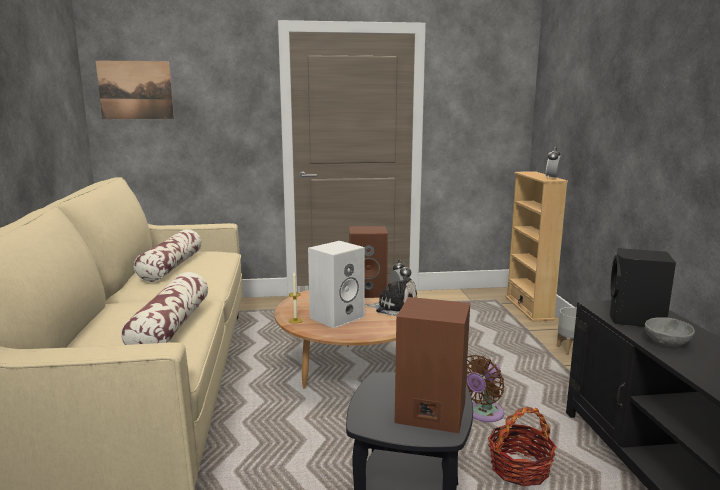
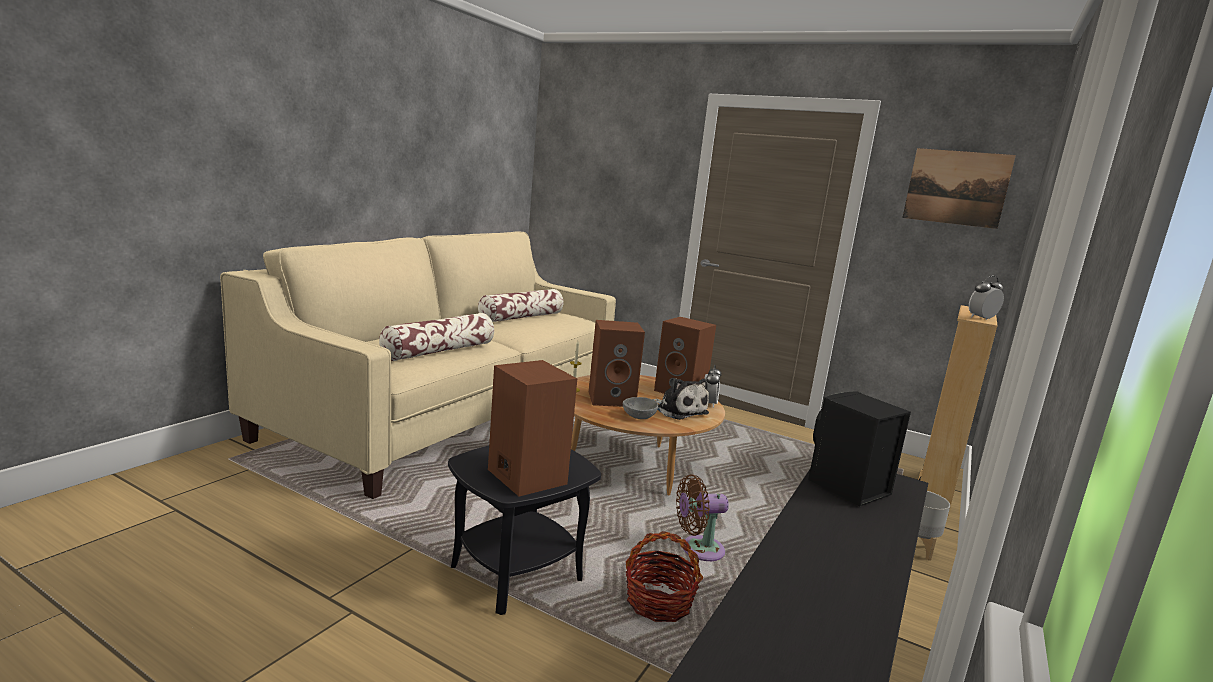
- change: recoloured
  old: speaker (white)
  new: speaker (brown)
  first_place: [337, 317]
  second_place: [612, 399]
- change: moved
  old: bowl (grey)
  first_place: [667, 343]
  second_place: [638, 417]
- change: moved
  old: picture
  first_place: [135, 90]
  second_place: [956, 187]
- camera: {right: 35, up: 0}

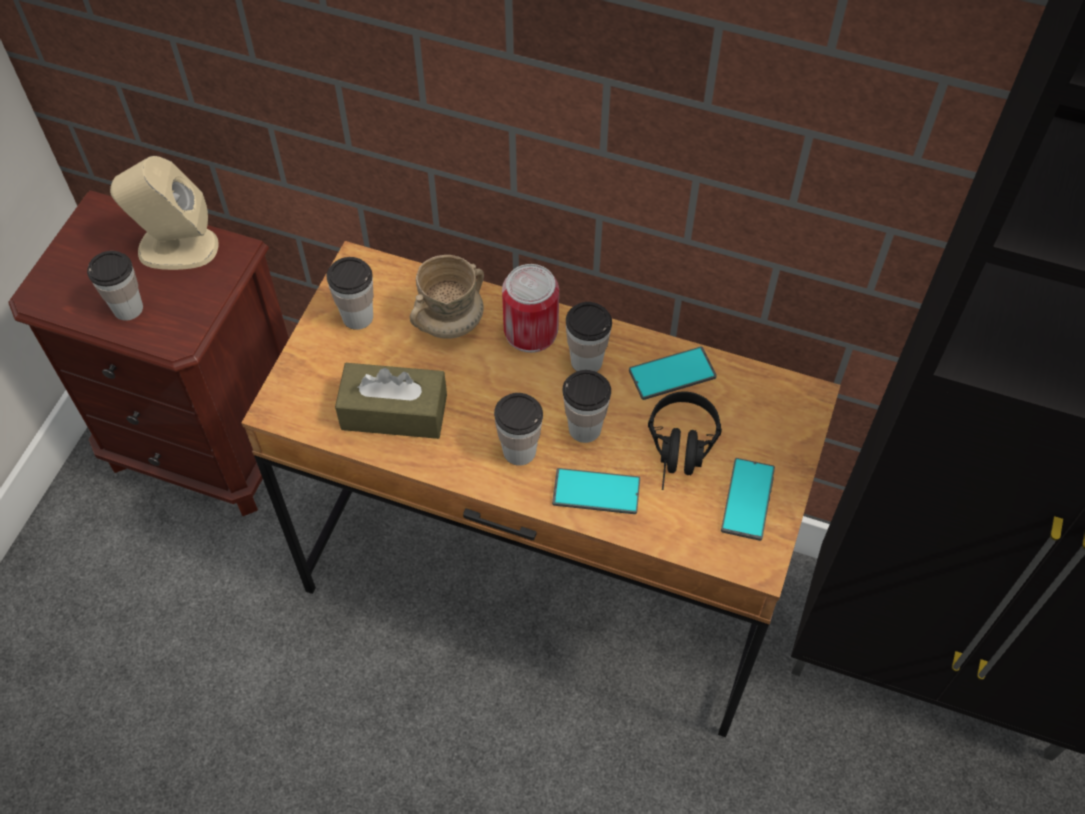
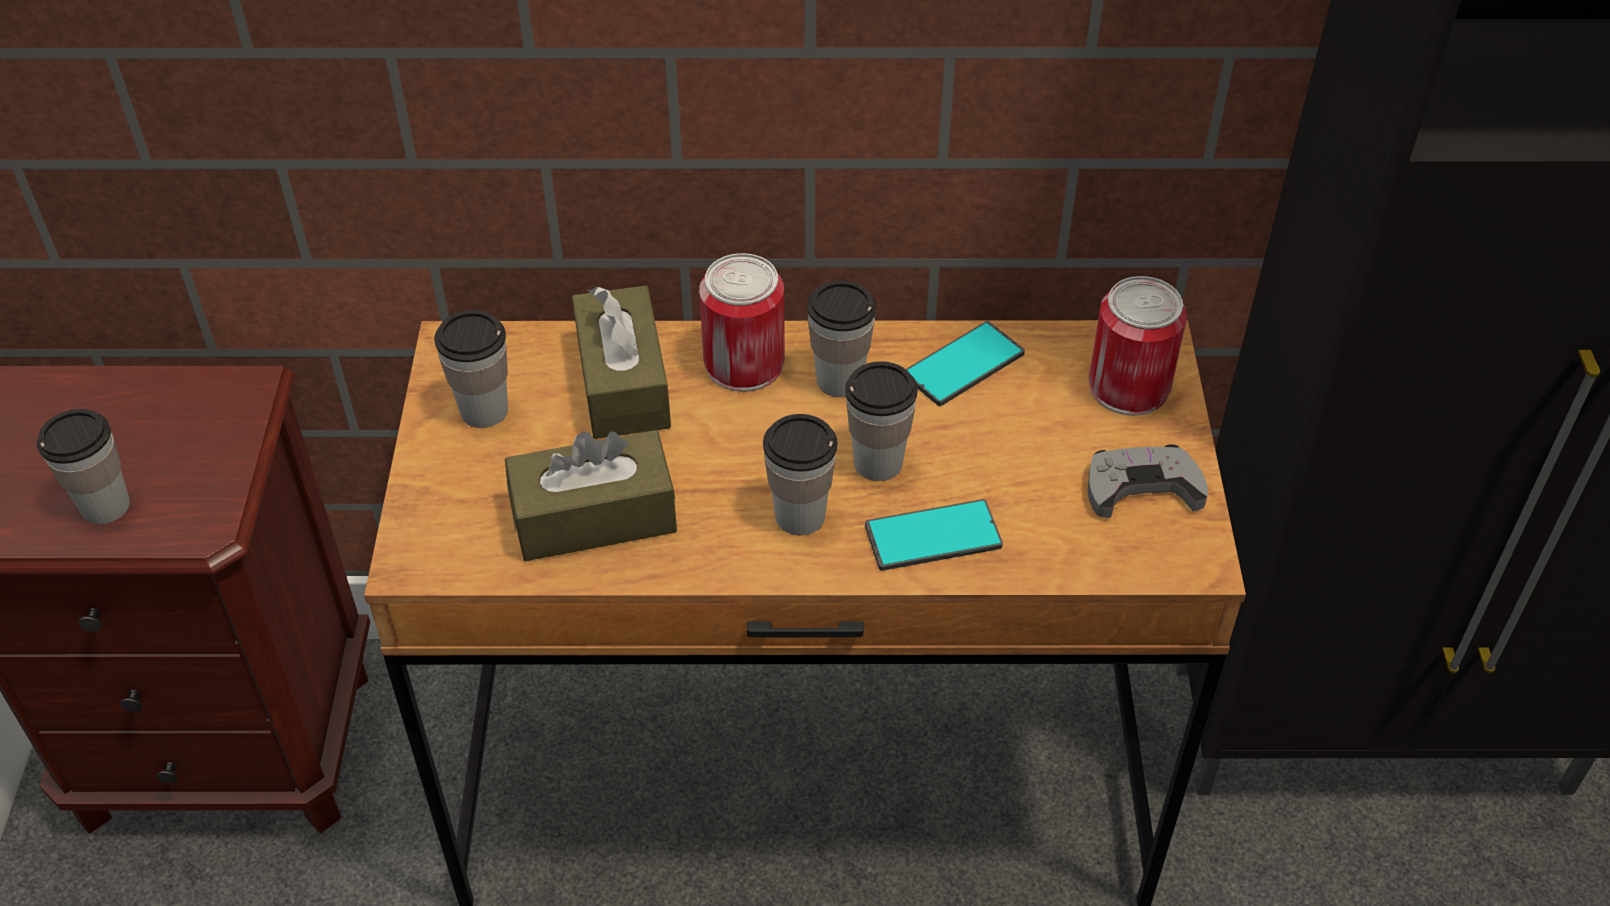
- change: replaced
  old: mug (beige)
  new: tissue box (brown)
  first_place: [449, 322]
  second_place: [623, 383]
- change: replaced
  old: phone
  new: game controller (grey)
  first_place: [748, 499]
  second_place: [1142, 487]
- change: added
  new: can
  second_place: [1128, 387]
- change: removed
  old: speaker (beige)
  first_place: [176, 247]
- change: removed
  old: headphones (black)
  first_place: [681, 452]
- camera: {right: -20, up: -10}

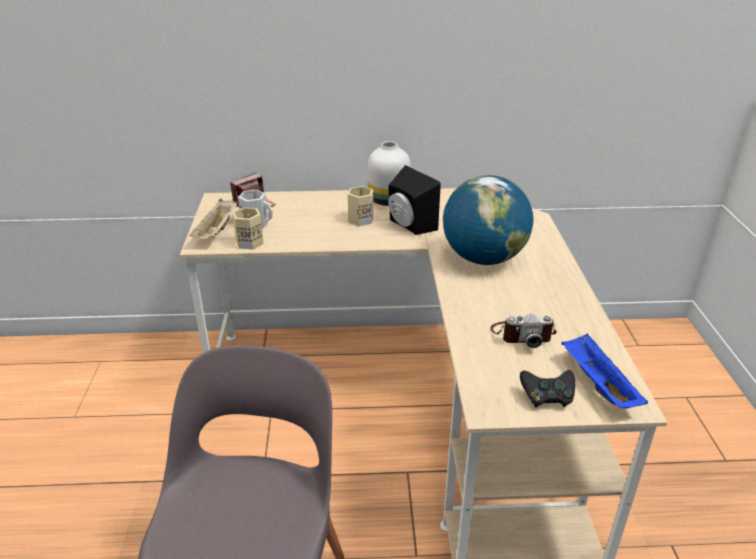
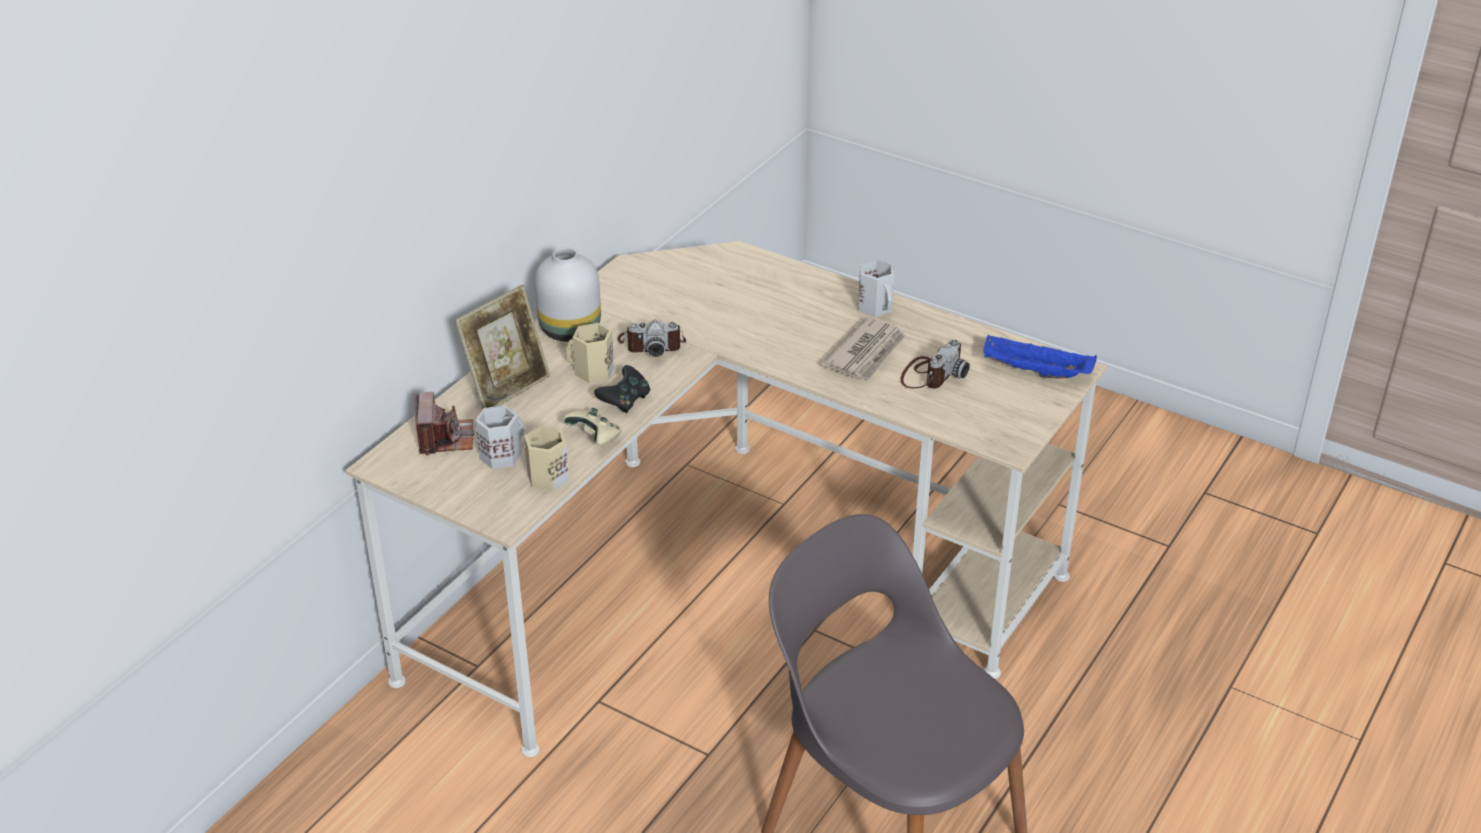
- change: added
  new: picture frame
  second_place: [507, 388]
- change: added
  new: game controller (beige)
  second_place: [595, 438]
- change: moved
  old: game controller (black)
  first_place: [546, 398]
  second_place: [624, 401]
- change: replaced
  old: speaker (black)
  new: photo camera
  first_place: [409, 225]
  second_place: [652, 343]
- change: added
  new: newspaper
  second_place: [866, 353]
- change: added
  new: mug (white)
  second_place: [876, 306]
- change: removed
  old: tray (beige)
  first_place: [217, 232]
- change: removed
  old: globe
  first_place: [483, 258]
- camera: {right: -55, up: 5}

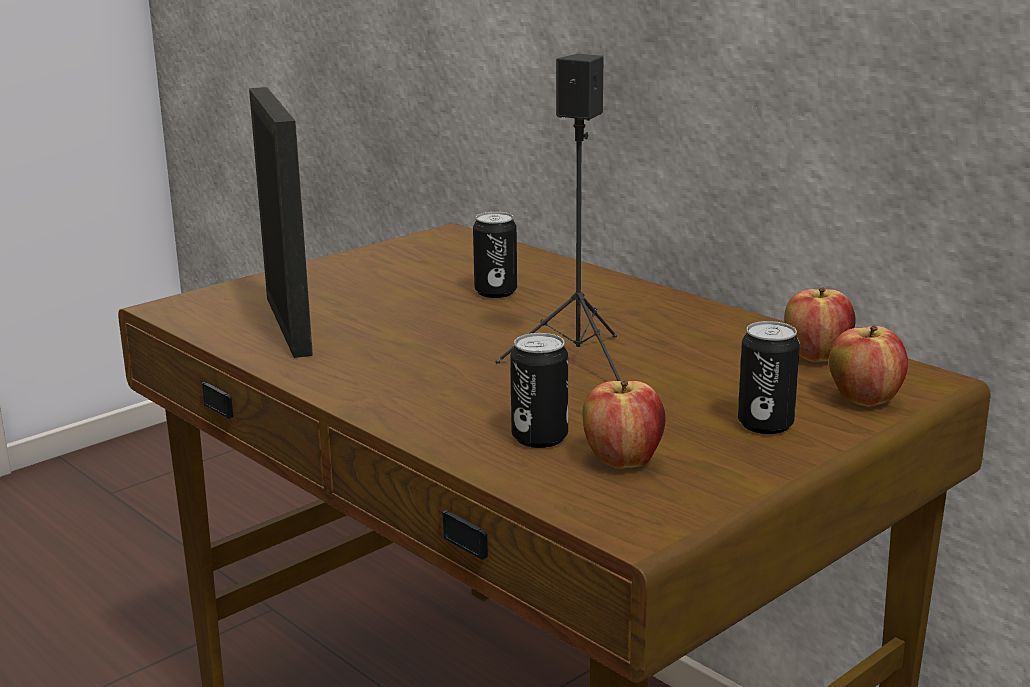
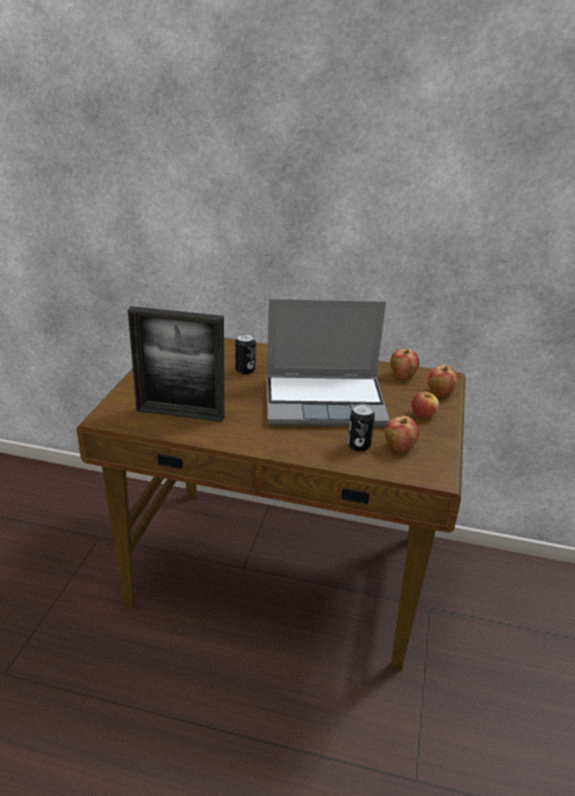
- change: turned
  old: picture frame
  first_place: [288, 325]
  second_place: [180, 414]
  degrees: 150
- change: replaced
  old: speaker (black)
  new: laptop
  first_place: [579, 362]
  second_place: [326, 402]
- change: replaced
  old: can
  new: apple
  first_place: [765, 424]
  second_place: [423, 414]
- camera: {right: -35, up: 10}

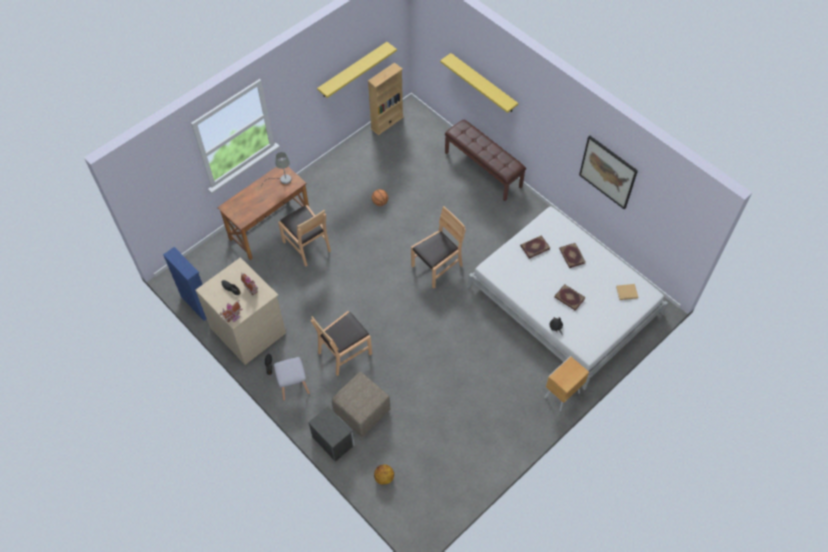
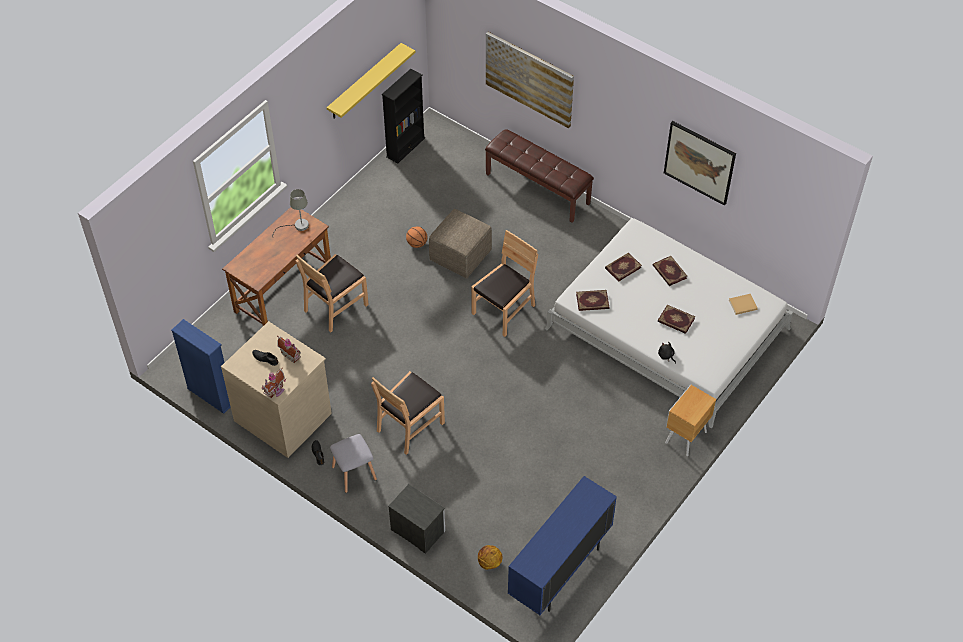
- change: turned
  old: chair (brown)
  first_place: [307, 245]
  second_place: [335, 307]
  degrees: 90
- change: recoloured
  old: bookcase (beige)
  new: bookcase (black)
  first_place: [387, 123]
  second_place: [405, 147]
- change: moved
  old: ottoman (beige)
  first_place: [362, 412]
  second_place: [460, 257]
- change: replaced
  old: shelf (yellow)
  new: picture
  first_place: [483, 83]
  second_place: [529, 79]
- change: added
  new: cabinet (blue)
  second_place: [559, 571]
- change: added
  new: book
  second_place: [592, 302]
- camera: {right: -10, up: -5}

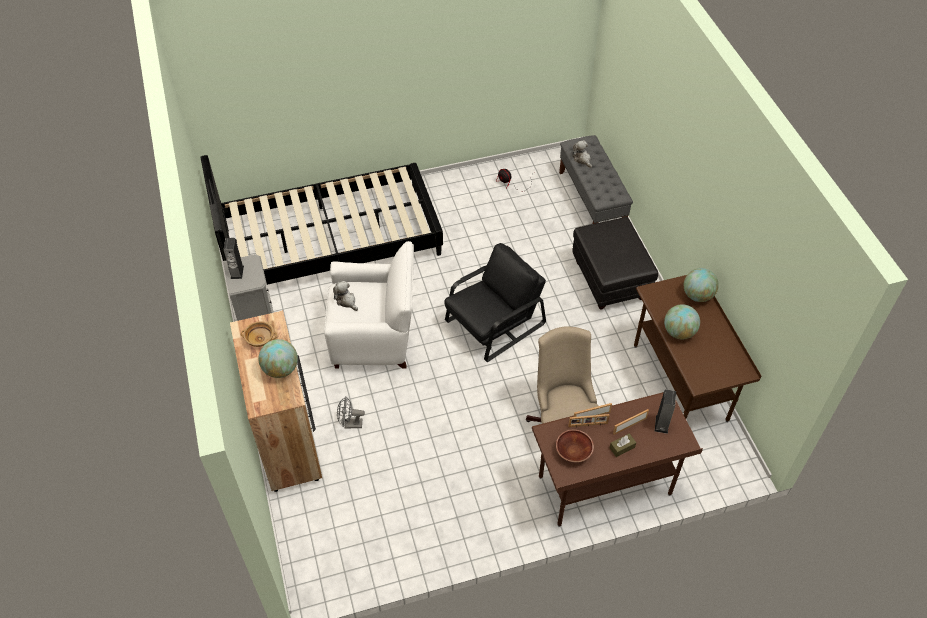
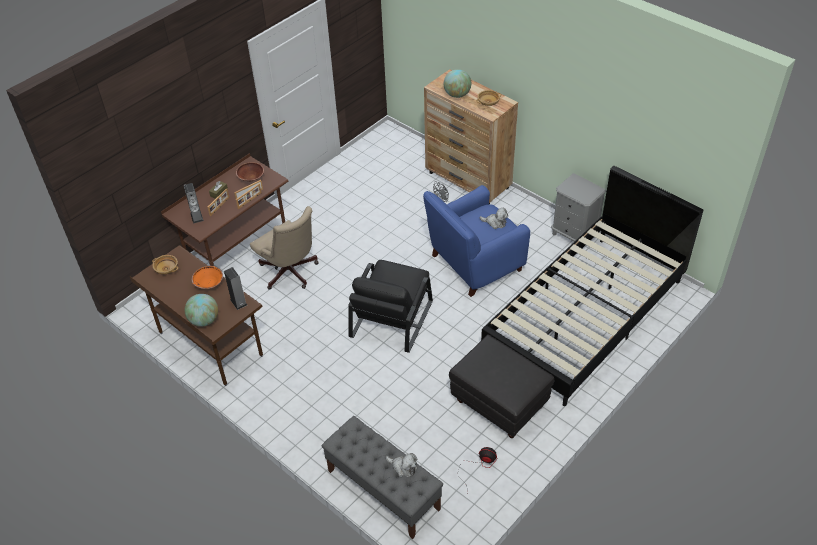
- change: added
  new: bowl (beige)
  second_place: [167, 269]
- change: replaced
  old: globe
  new: bowl (orange)
  first_place: [679, 332]
  second_place: [208, 283]
- change: moved
  old: speaker
  first_place: [237, 272]
  second_place: [238, 302]
- change: recoloured
  old: armchair (white)
  new: armchair (blue)
  first_place: [375, 337]
  second_place: [474, 263]
- change: moved
  old: ottoman (black)
  first_place: [609, 280]
  second_place: [499, 403]
- camera: {right: 150, up: -5}

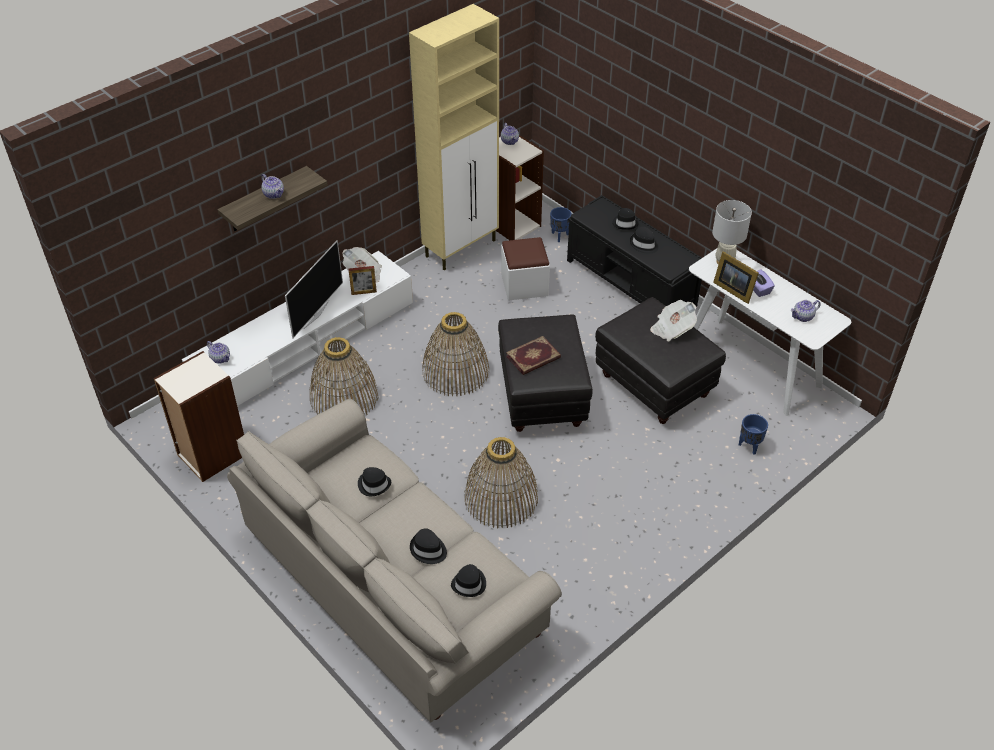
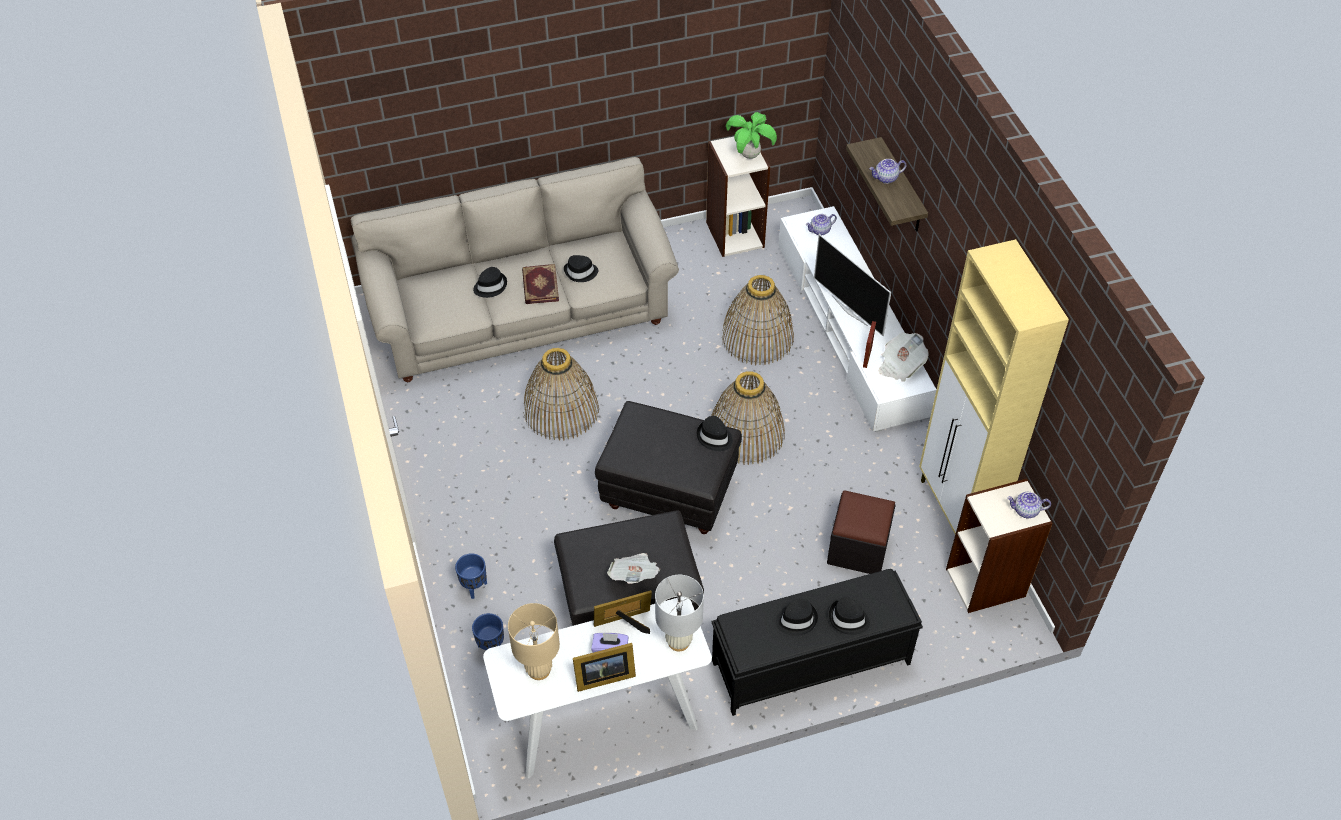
- change: moved
  old: planter (blue)
  first_place: [559, 236]
  second_place: [475, 587]
- change: replaced
  old: teapot
  new: table lamp (beige)
  first_place: [803, 317]
  second_place: [538, 670]
- change: moved
  old: book
  first_place: [533, 358]
  second_place: [539, 286]
- change: added
  new: picture frame
  second_place: [602, 677]
- change: moved
  old: hat (black)
  first_place: [469, 584]
  second_place: [714, 437]
- change: added
  new: potted plant
  second_place: [750, 155]
- change: recoloured
  old: ottoman (white)
  new: ottoman (black)
  first_place: [524, 285]
  second_place: [858, 548]
- camera: {right: 115, up: 5}

